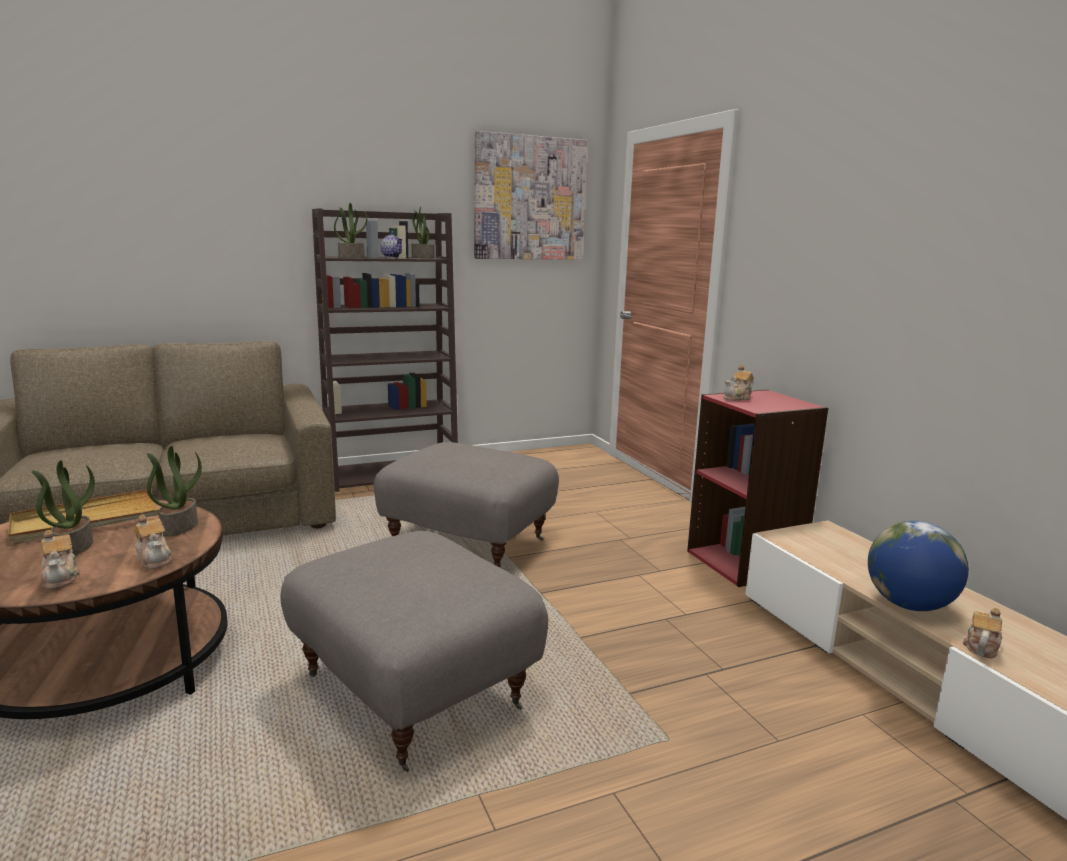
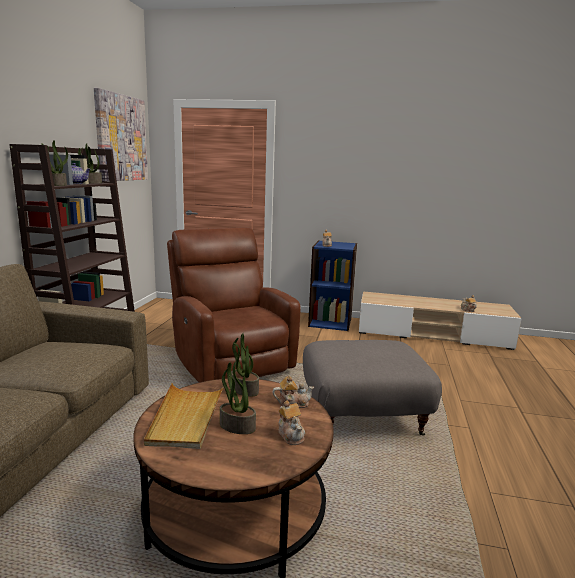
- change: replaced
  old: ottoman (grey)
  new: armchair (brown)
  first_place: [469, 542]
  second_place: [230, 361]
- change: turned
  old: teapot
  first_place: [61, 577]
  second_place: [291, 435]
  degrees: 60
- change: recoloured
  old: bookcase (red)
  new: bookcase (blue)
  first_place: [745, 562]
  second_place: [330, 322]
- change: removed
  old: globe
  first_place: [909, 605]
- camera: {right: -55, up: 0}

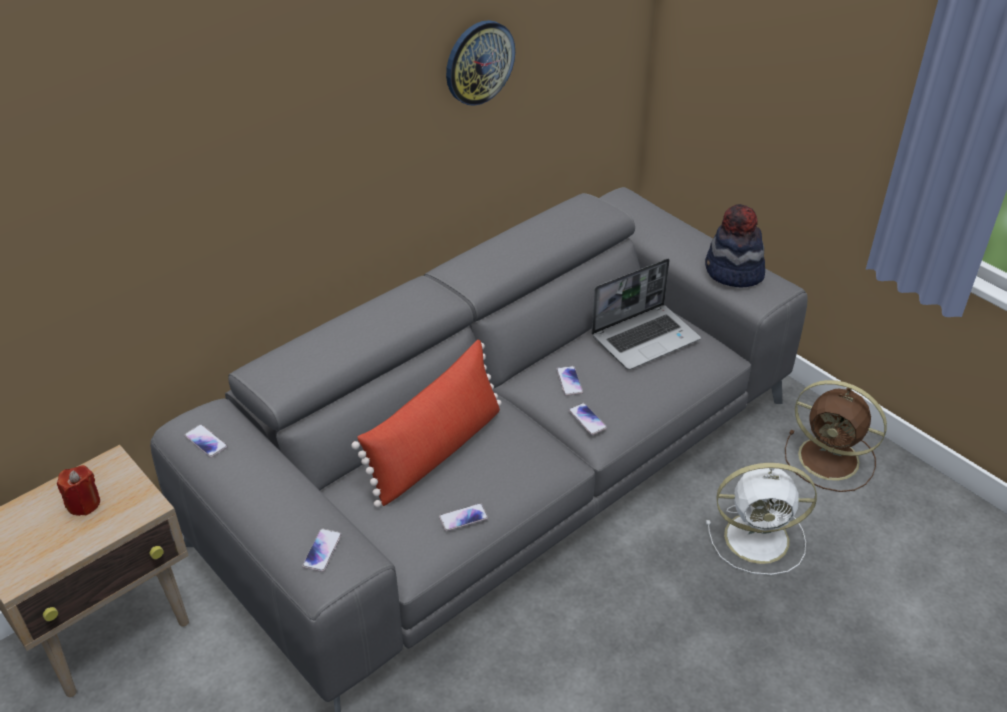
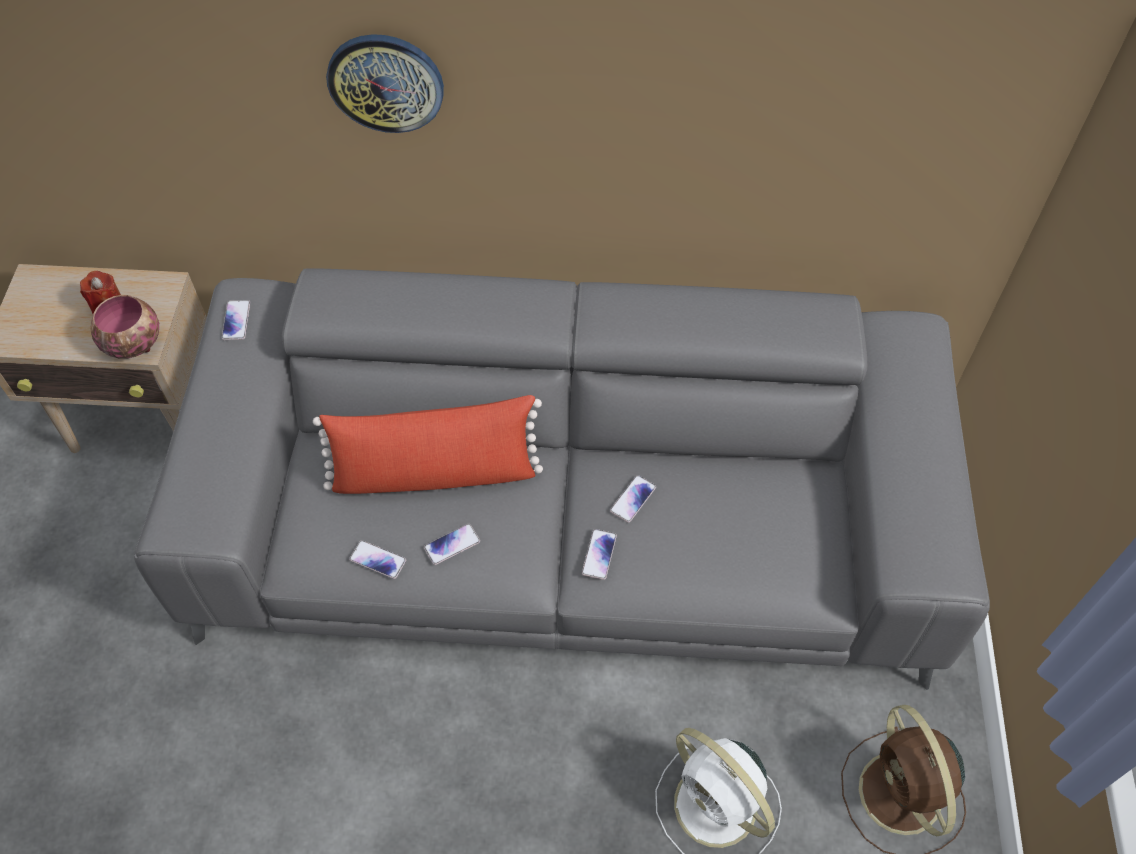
- change: added
  new: bowl
  second_place: [133, 343]
- change: moved
  old: wall clock
  first_place: [479, 62]
  second_place: [386, 82]
- change: moved
  old: phone
  first_place: [322, 551]
  second_place: [452, 545]
- change: removed
  old: laptop
  first_place: [645, 337]
- change: removed
  old: hat
  first_place: [733, 272]
- camera: {right: 45, up: 15}

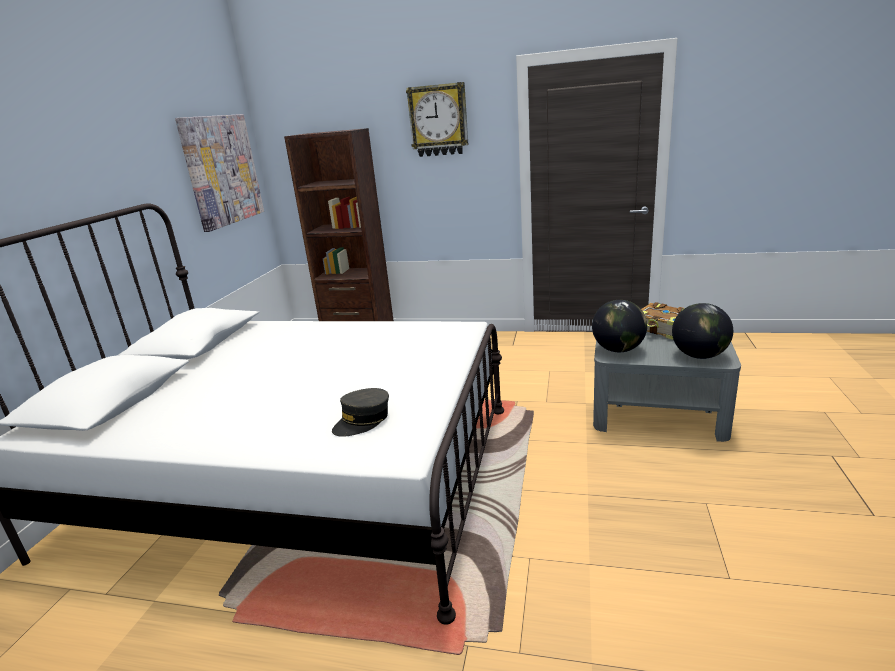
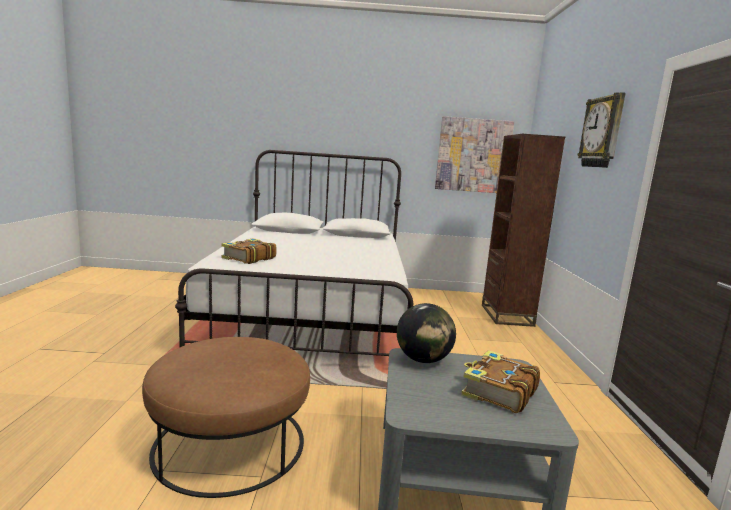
- change: added
  new: ottoman (brown)
  second_place: [230, 443]
- change: replaced
  old: cap (grey)
  new: book
  first_place: [362, 420]
  second_place: [248, 258]
- change: removed
  old: globe
  first_place: [699, 356]
- camera: {right: 75, up: -10}

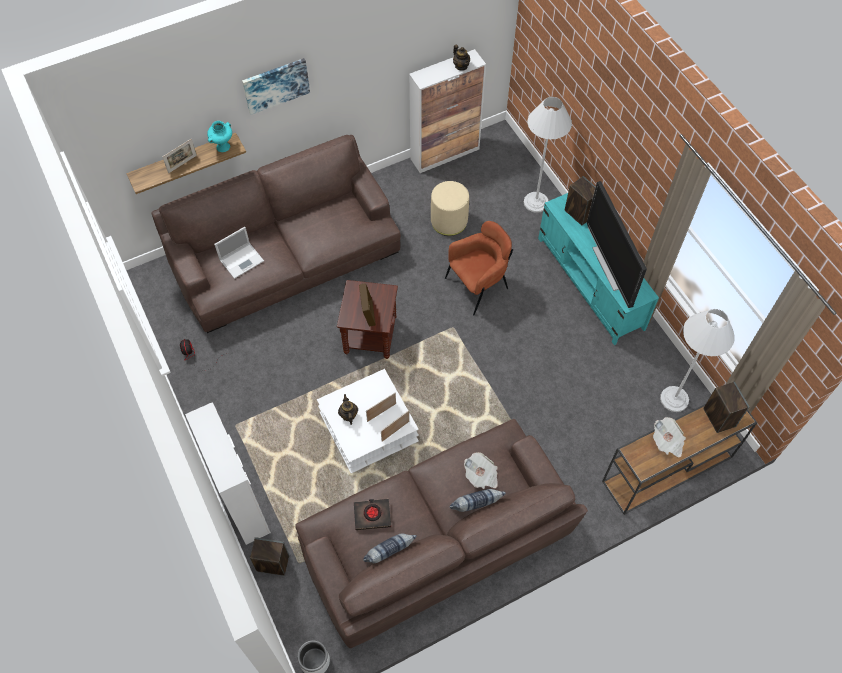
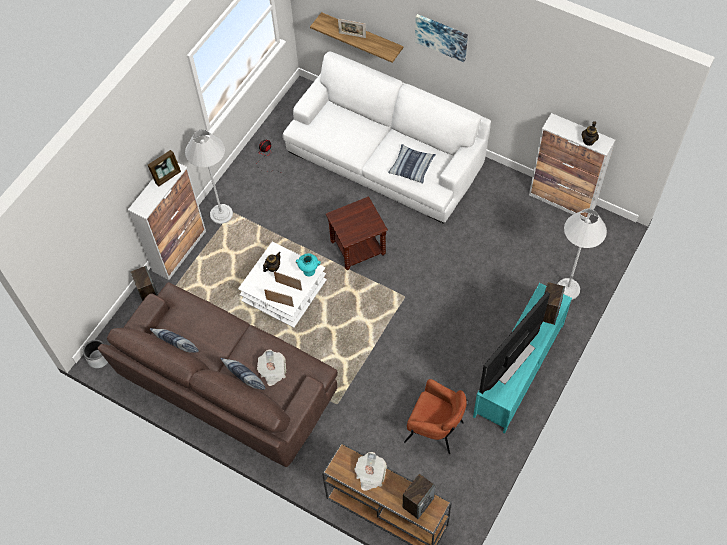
- change: moved
  old: picture frame
  first_place: [368, 313]
  second_place: [167, 176]
- change: moved
  old: floor lamp (white)
  first_place: [674, 399]
  second_place: [221, 214]
- change: recoloured
  old: sofa (brown)
  new: sofa (white)
  first_place: [285, 255]
  second_place: [385, 156]
- change: moved
  old: vase (turquoise)
  first_place: [223, 147]
  second_place: [309, 271]
- change: added
  new: pillow
  second_place: [412, 167]
- change: moved
  old: armchair (brown)
  first_place: [478, 286]
  second_place: [435, 429]
- change: removed
  old: laptop
  first_place: [242, 260]
- change: removed
  old: book (black)
  first_place: [372, 515]
- change: removed
  old: ottoman (beige)
  first_place: [449, 221]
- camera: {right: 60, up: 0}

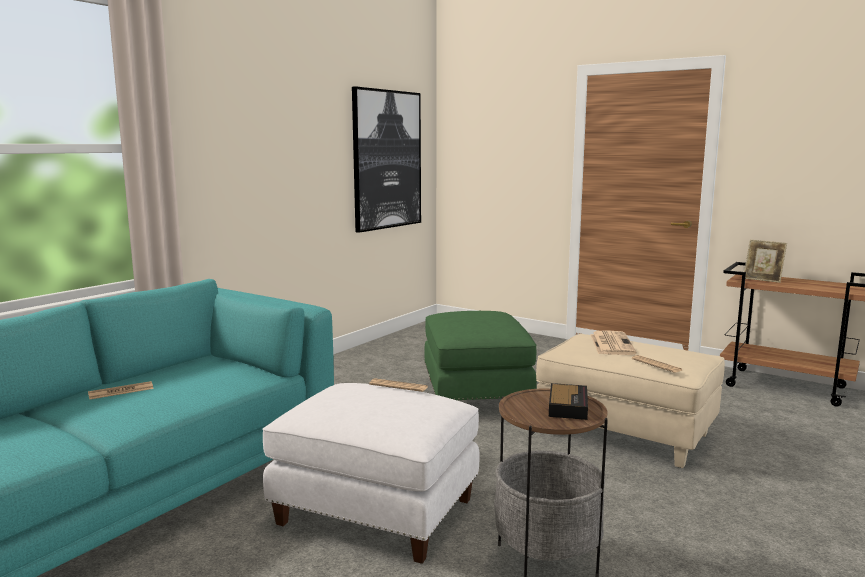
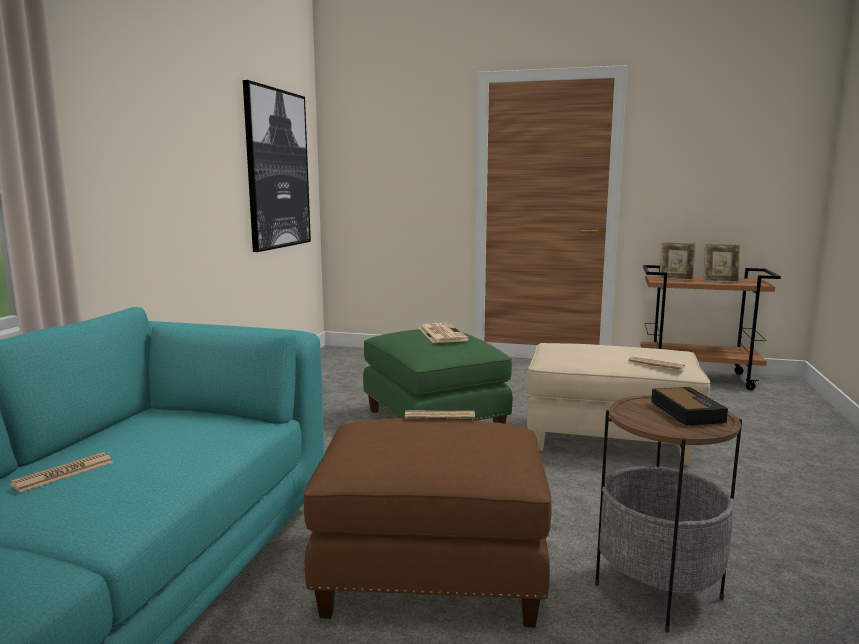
- change: recoloured
  old: ottoman (white)
  new: ottoman (brown)
  first_place: [377, 511]
  second_place: [432, 572]
- change: moved
  old: newspaper
  first_place: [611, 344]
  second_place: [441, 334]
- change: added
  new: picture frame
  second_place: [720, 281]
- camera: {right: -20, up: 0}

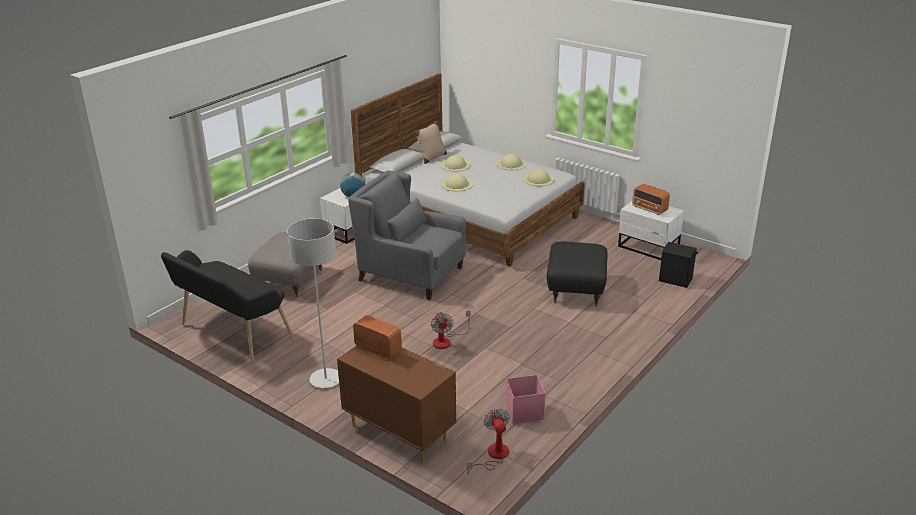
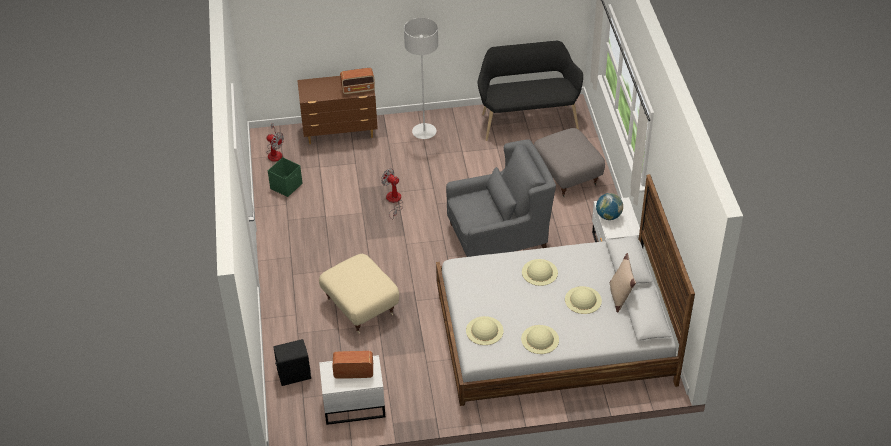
- change: recoloured
  old: storage box (pink)
  new: storage box (green)
  first_place: [524, 412]
  second_place: [286, 186]
- change: recoloured
  old: ottoman (black)
  new: ottoman (beige)
  first_place: [575, 289]
  second_place: [361, 306]
- camera: {right: 135, up: 15}

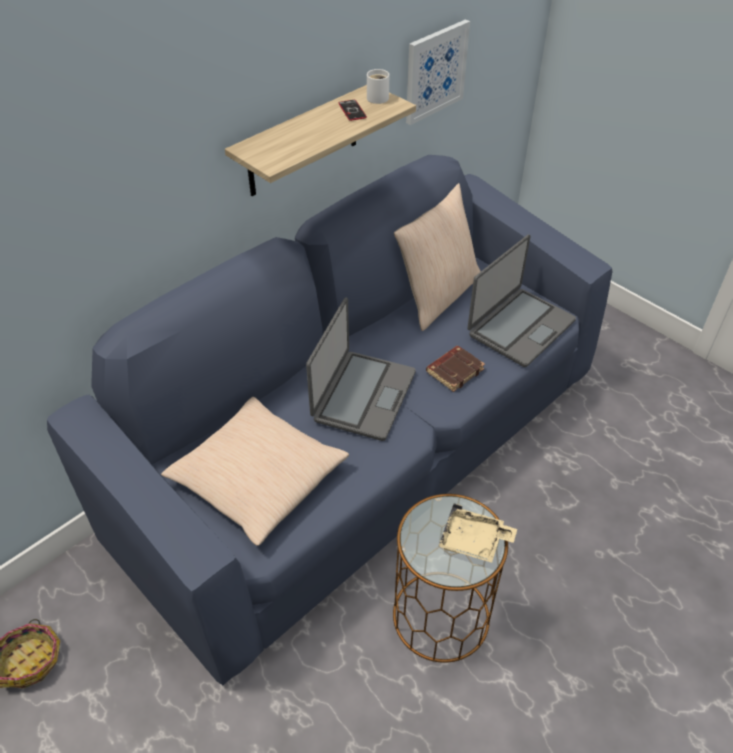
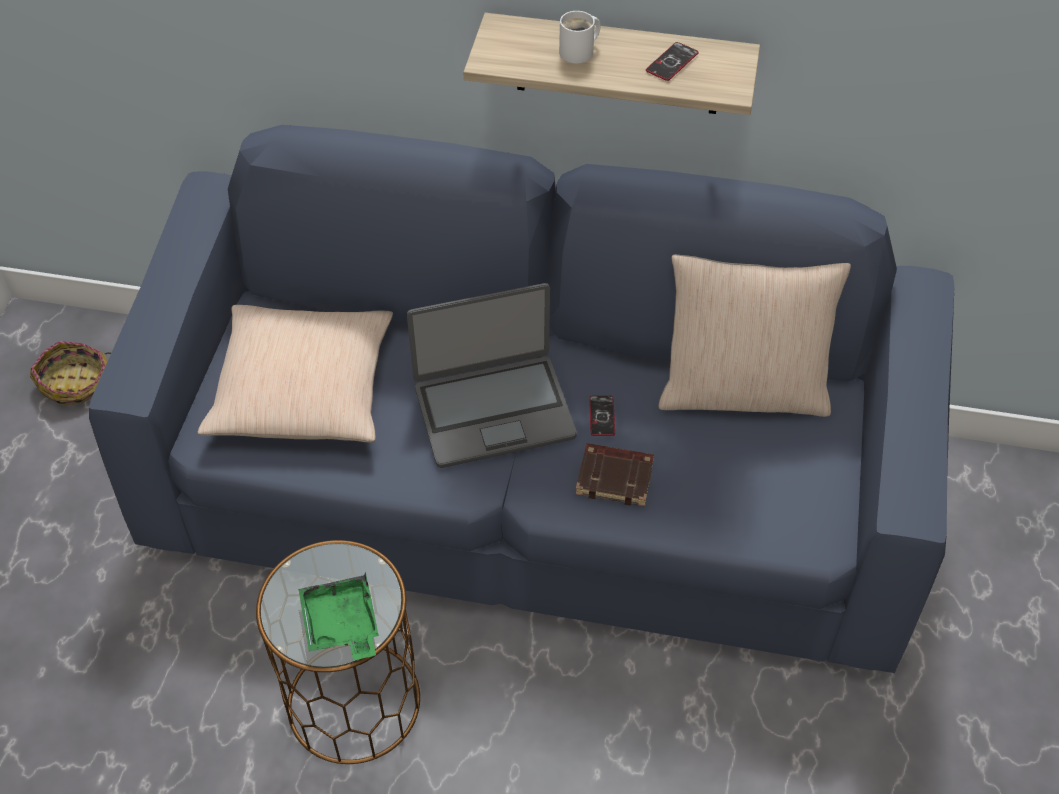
- change: recoloured
  old: tray (beige)
  new: tray (green)
  first_place: [473, 541]
  second_place: [341, 625]
- change: moved
  old: mug (white)
  first_place: [378, 97]
  second_place: [579, 52]
- change: added
  new: phone
  second_place: [602, 416]
- change: removed
  old: picture
  first_place: [435, 71]
- change: removed
  old: laptop
  first_place: [520, 327]
- camera: {right: 55, up: 5}

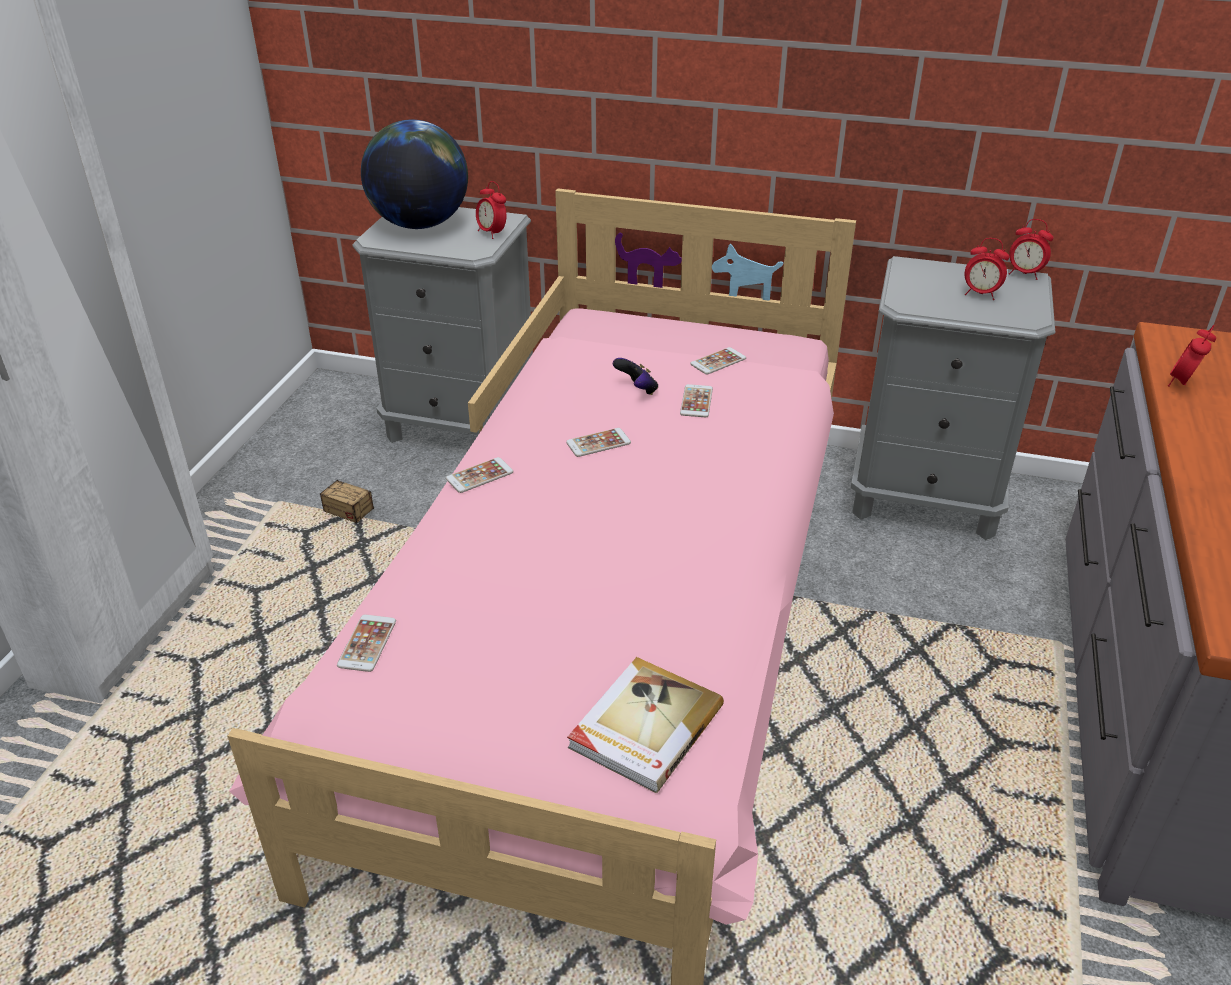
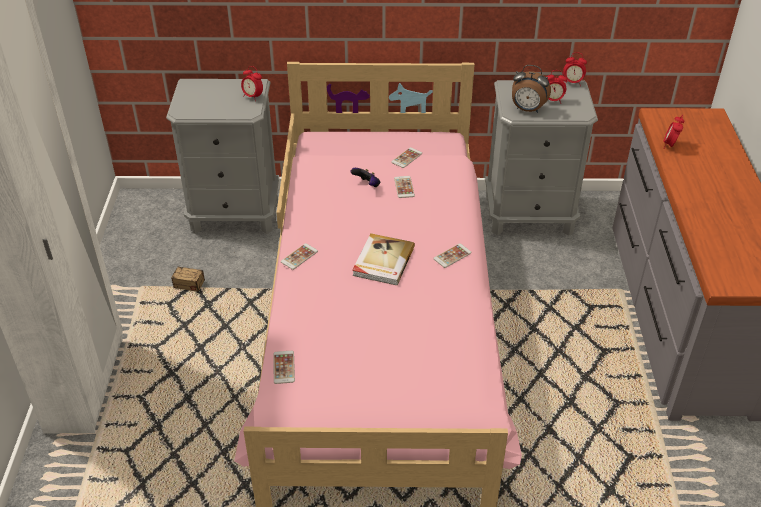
- change: moved
  old: book
  first_place: [643, 727]
  second_place: [382, 261]
- change: moved
  old: phone
  first_place: [598, 443]
  second_place: [452, 256]
- change: added
  new: alarm clock
  second_place: [527, 110]
- change: removed
  old: globe
  first_place: [420, 224]
- camera: {right: -15, up: 5}

